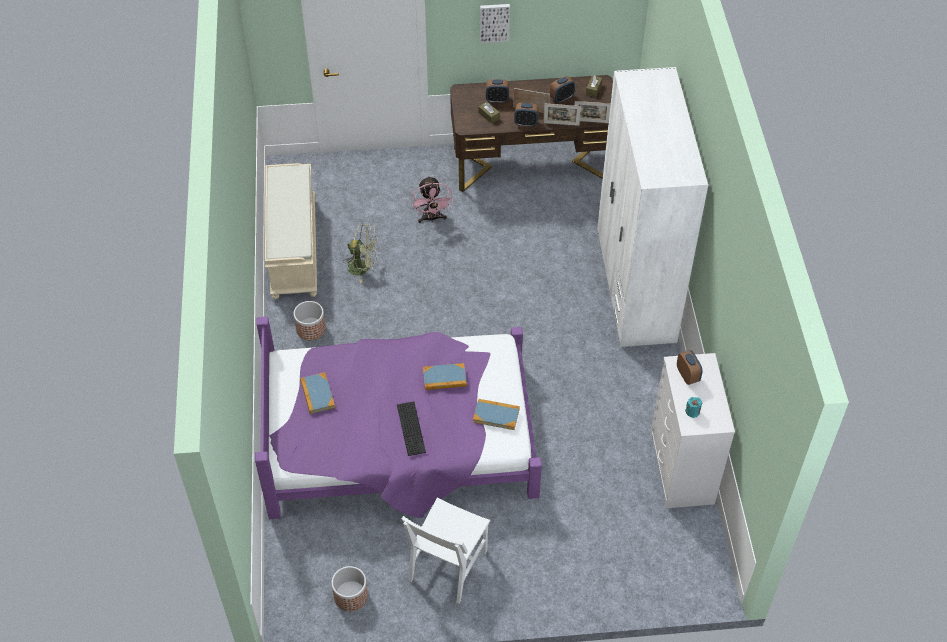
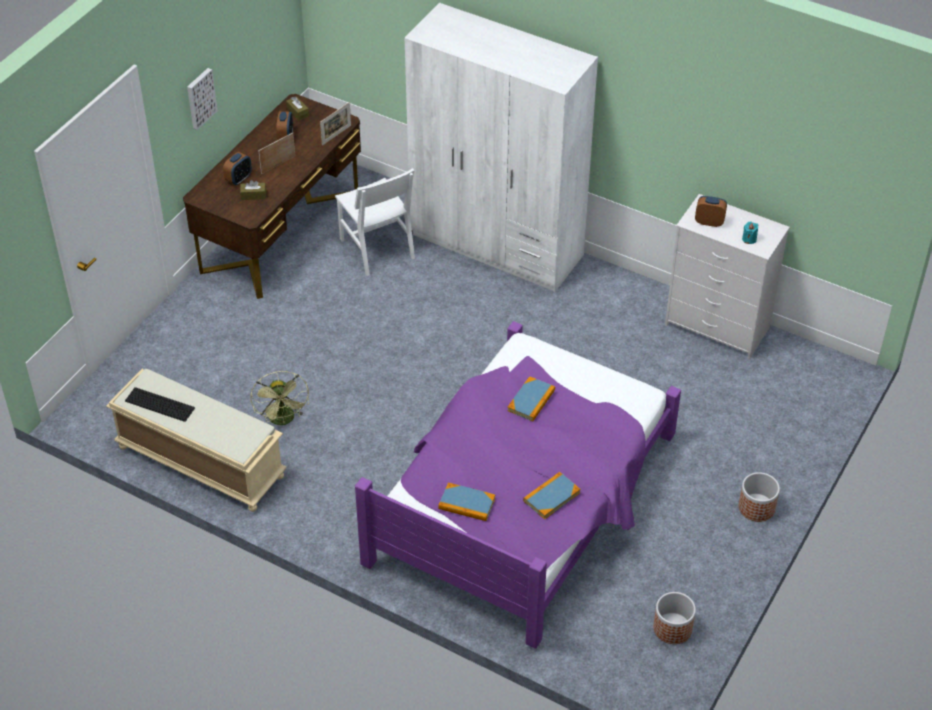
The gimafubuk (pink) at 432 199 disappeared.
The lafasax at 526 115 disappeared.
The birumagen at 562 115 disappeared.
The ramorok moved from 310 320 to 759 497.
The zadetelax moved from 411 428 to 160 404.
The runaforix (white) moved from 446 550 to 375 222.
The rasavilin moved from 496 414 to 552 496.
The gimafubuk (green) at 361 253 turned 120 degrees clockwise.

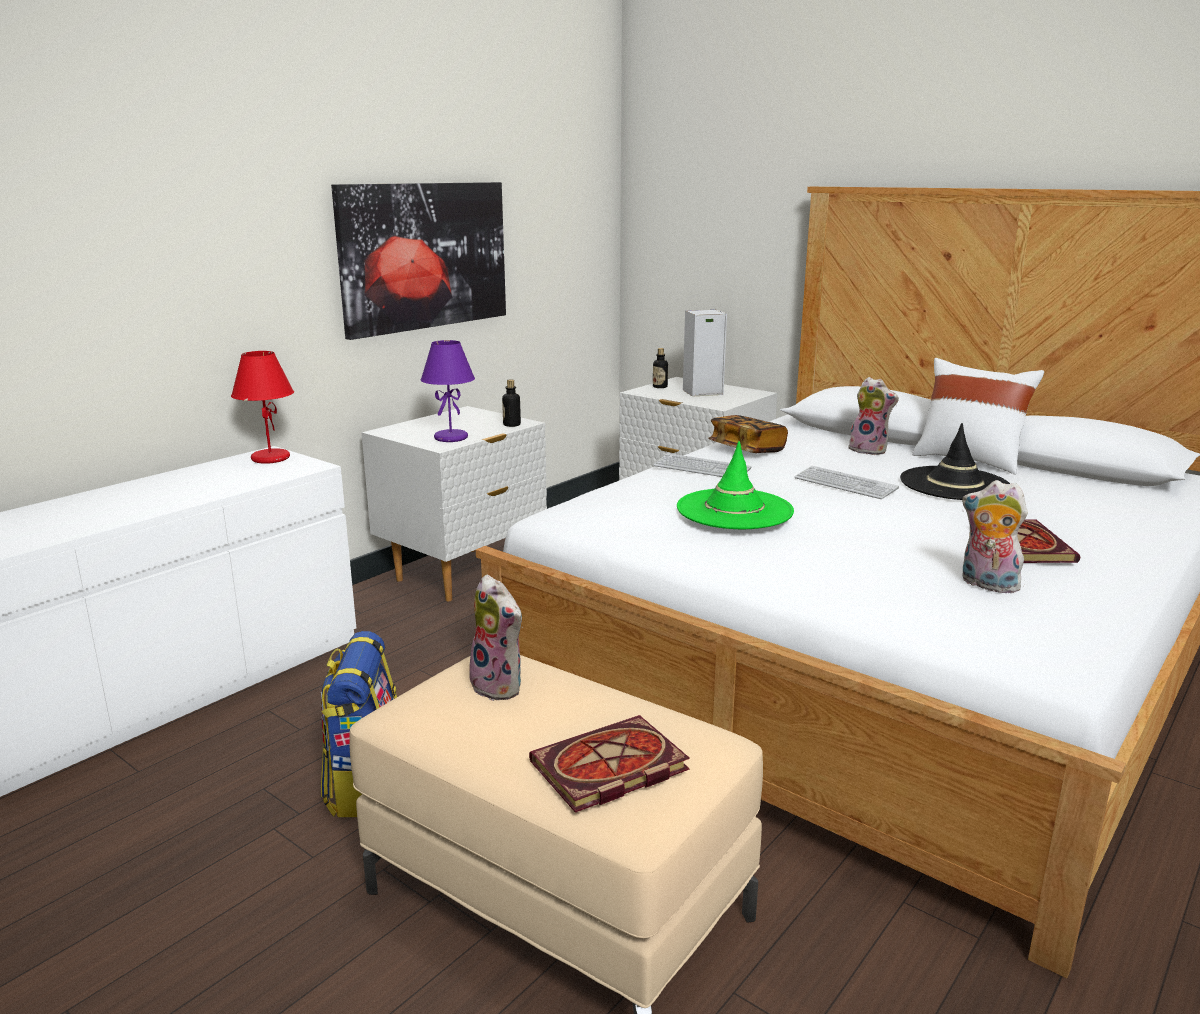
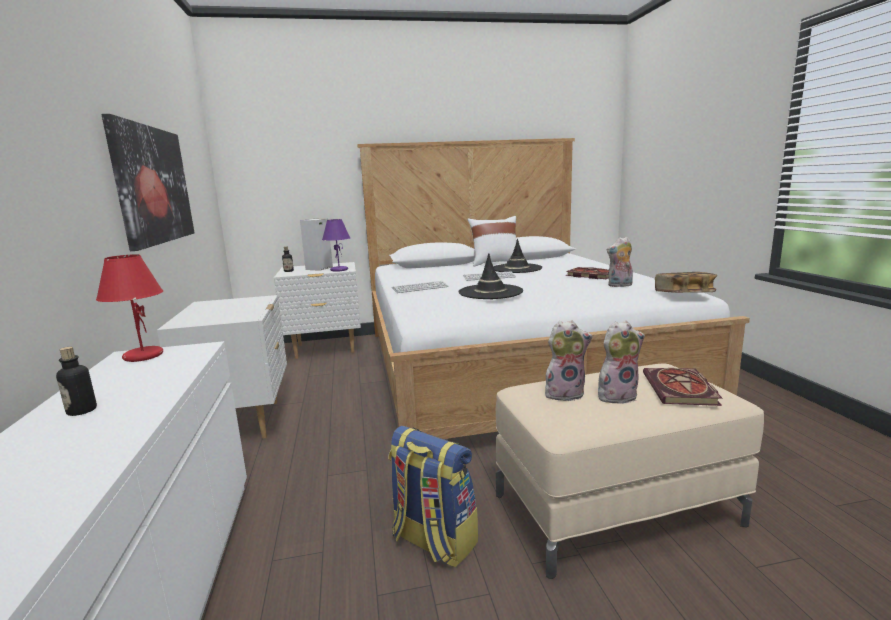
The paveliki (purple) moved from 448 391 to 336 245.
The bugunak moved from 511 403 to 76 381.
The rasavilin moved from 748 434 to 686 282.
The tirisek moved from 873 416 to 621 362.
The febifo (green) at 735 485 became the febifo (black) at 491 276.

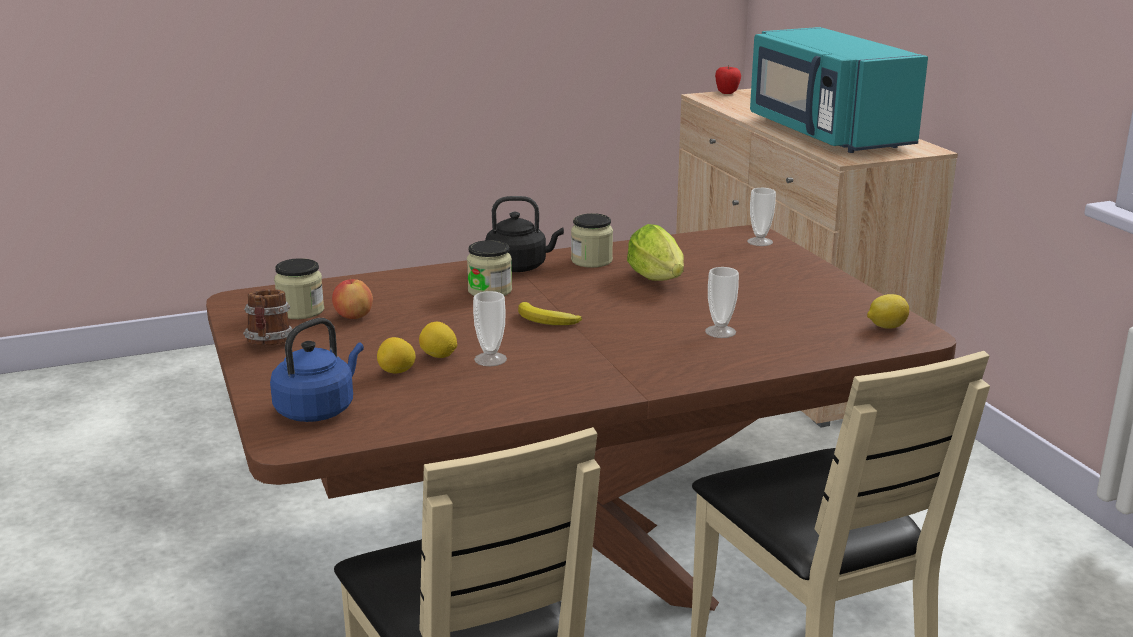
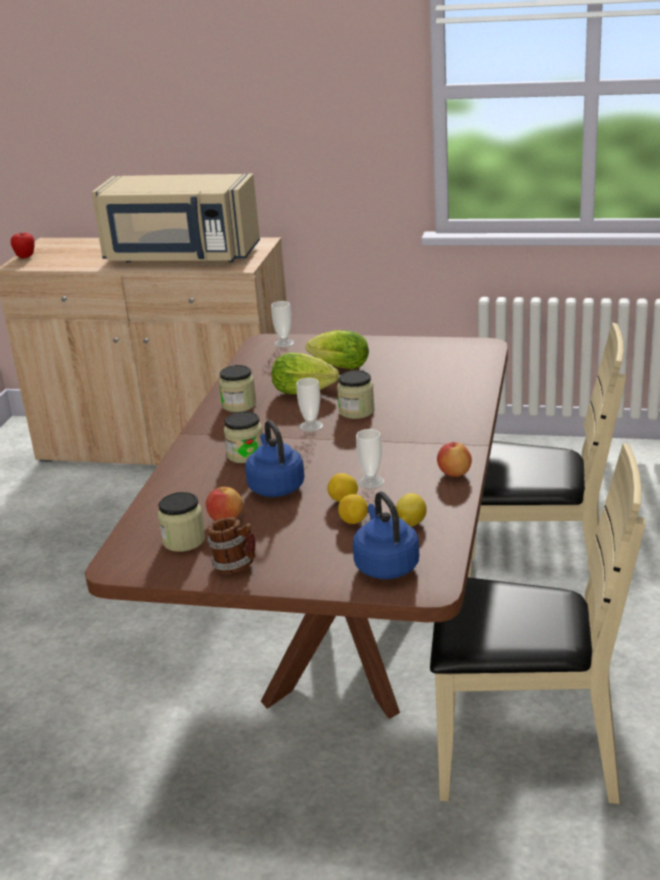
The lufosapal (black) at 524 234 disappeared.
The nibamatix at 550 313 disappeared.
The lufosapal (blue) at 275 458 appeared.
The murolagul at 337 349 appeared.
The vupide at 356 394 appeared.
The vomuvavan at 454 459 appeared.
The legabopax moved from 722 302 to 309 405.
The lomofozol moved from 888 311 to 411 509.
The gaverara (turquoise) at 839 90 became the gaverara (beige) at 175 218.

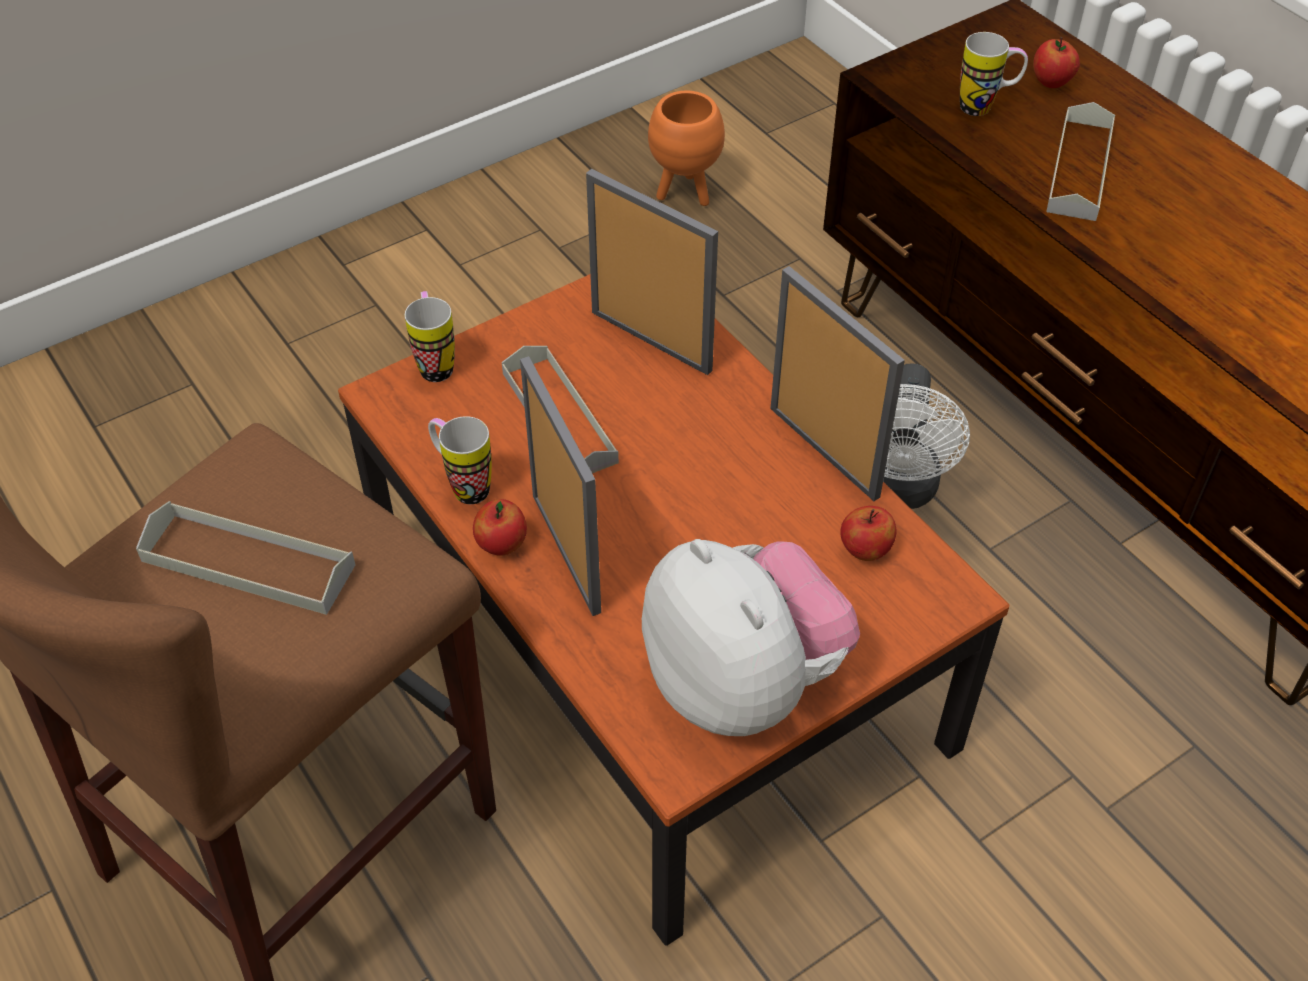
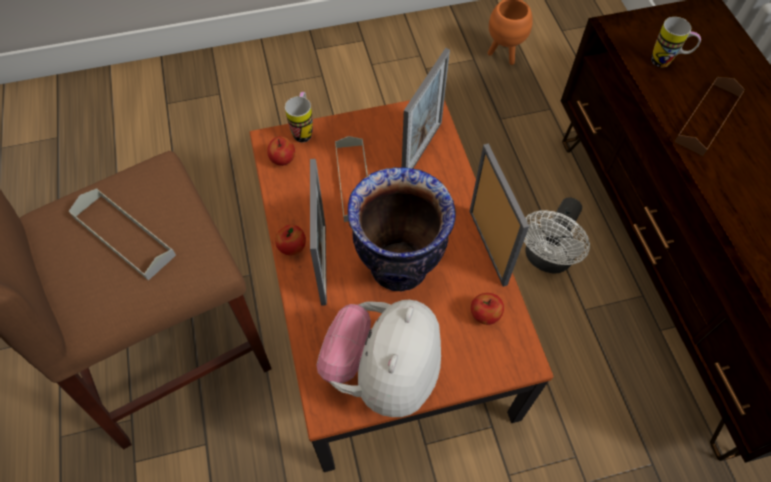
The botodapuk at 460 460 disappeared.
The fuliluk at 402 229 appeared.
The vomuvavan moved from 1056 62 to 281 151.
The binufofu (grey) at 1080 161 became the binufofu (brown) at 709 116.
The birumagen at 652 272 turned 60 degrees clockwise.
The tirisek at 751 637 turned 150 degrees counterclockwise.

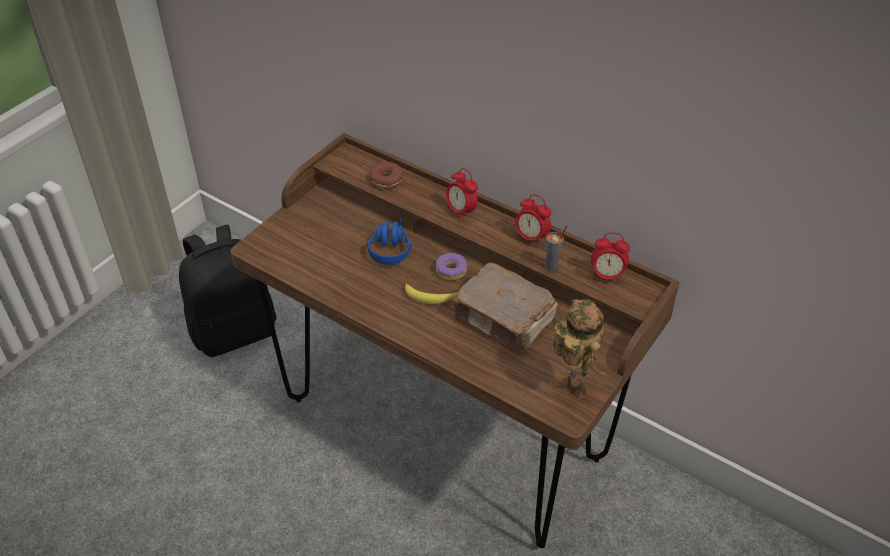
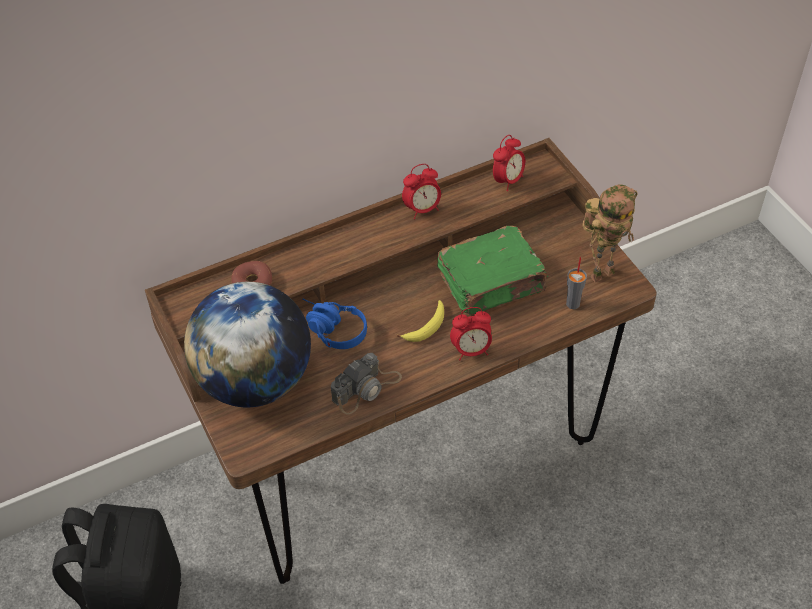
The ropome at 451 267 disappeared.
The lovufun at 247 344 appeared.
The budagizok at 366 384 appeared.
The lafasax moved from 462 194 to 471 333.
The legabopax (grey) moved from 556 248 to 576 283.
The rasavilin (brown) at 504 308 became the rasavilin (green) at 492 270.
The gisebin at 579 349 turned 150 degrees clockwise.

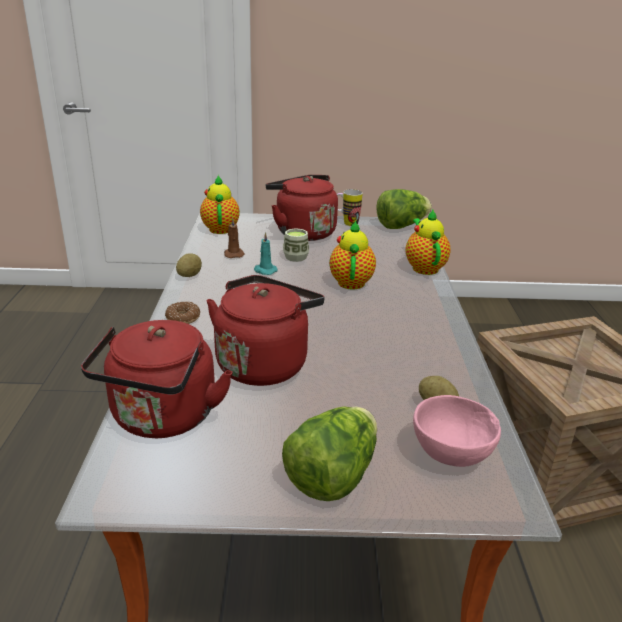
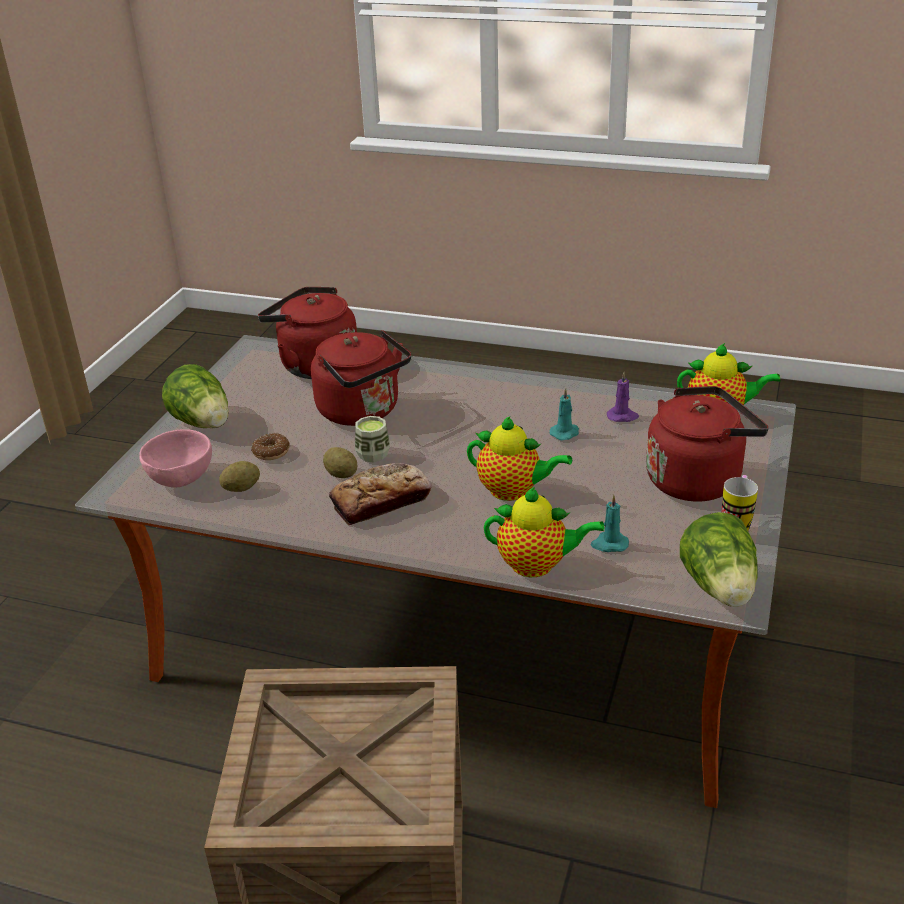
The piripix at 380 494 appeared.
The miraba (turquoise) at 610 523 appeared.
The ropome moved from 182 313 to 270 446.
The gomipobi moved from 189 265 to 340 462.
The legabopax moved from 296 245 to 372 439.
The miraba (brown) at 234 238 became the miraba (purple) at 623 397.

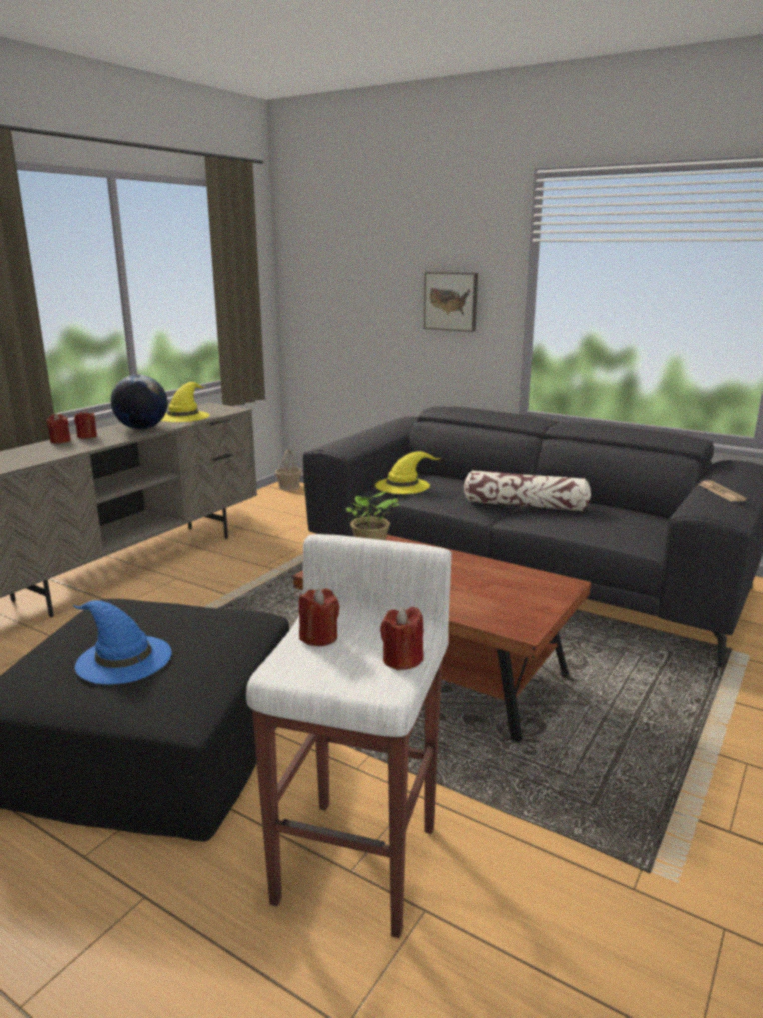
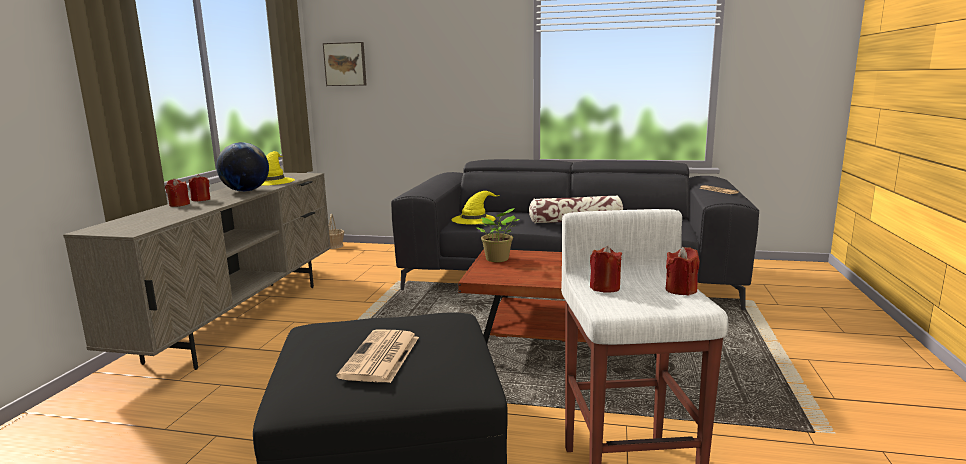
The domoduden moved from 451 302 to 344 64.
The febifo (blue) at 122 642 was replaced by the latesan at 377 356.

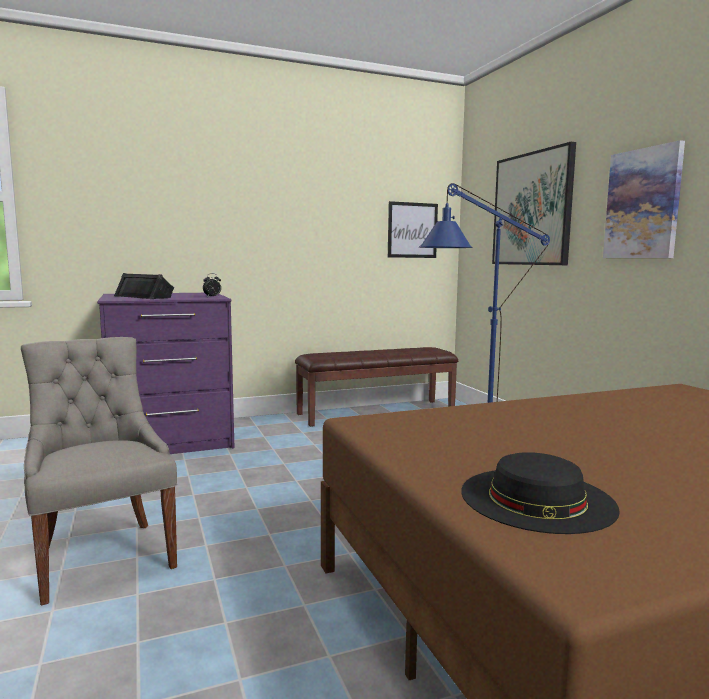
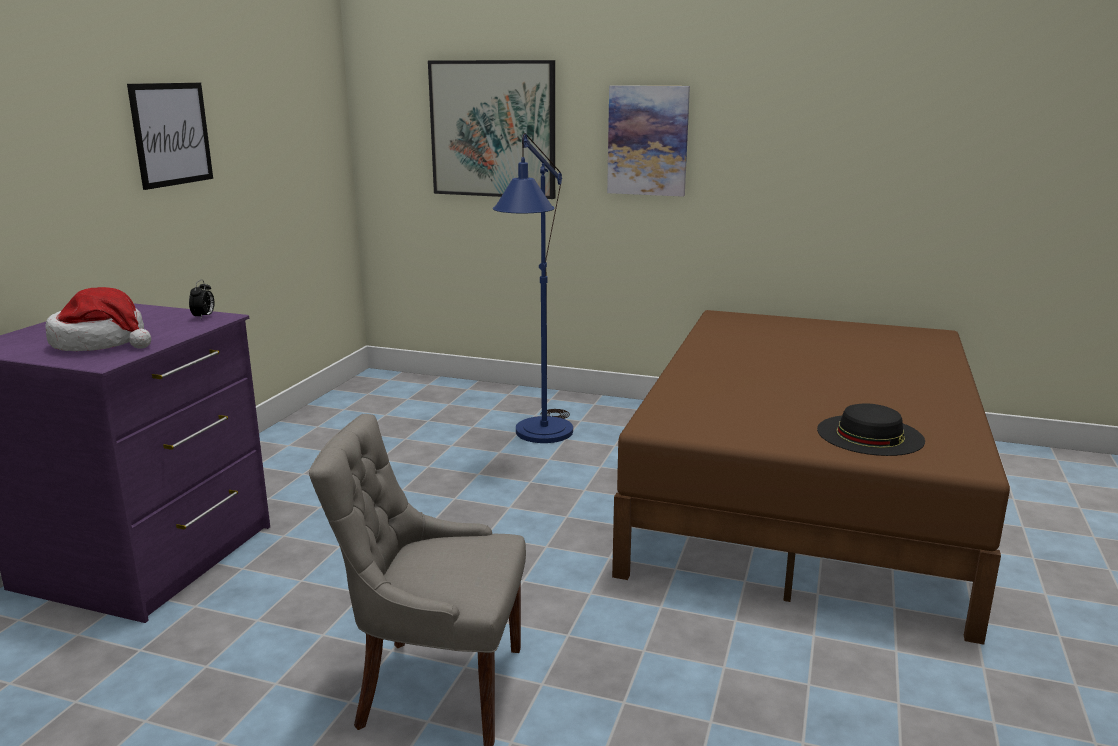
The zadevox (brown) at 376 387 disappeared.
The domoduden moved from 413 229 to 170 136.
The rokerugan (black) at 144 286 was replaced by the febifo at 98 319.

